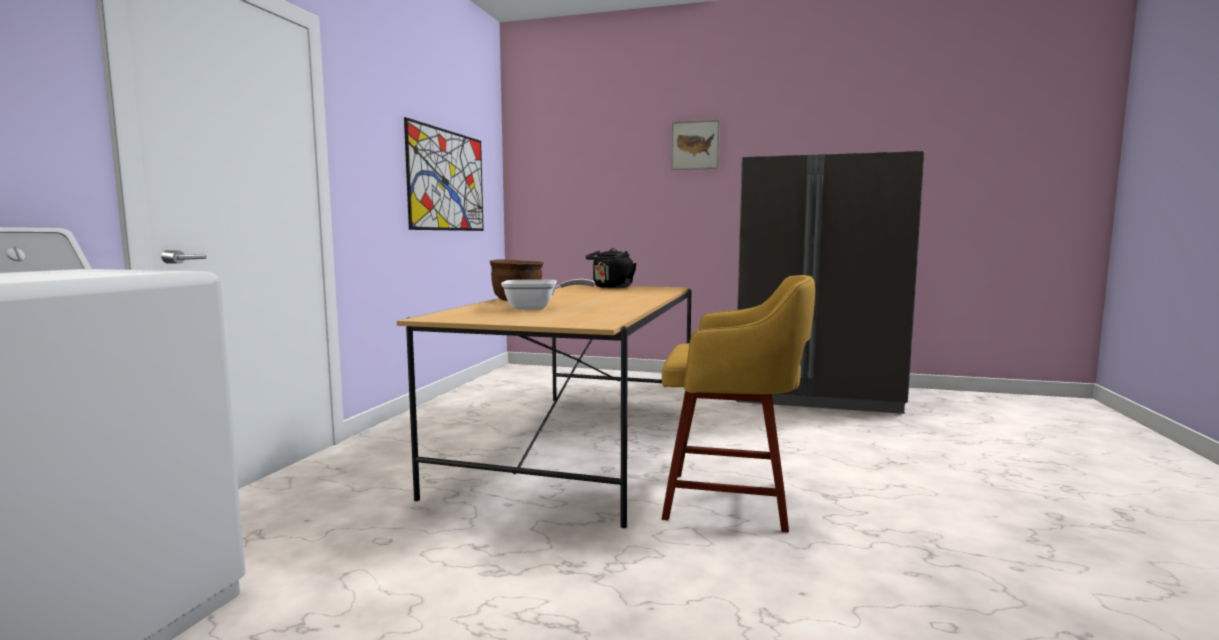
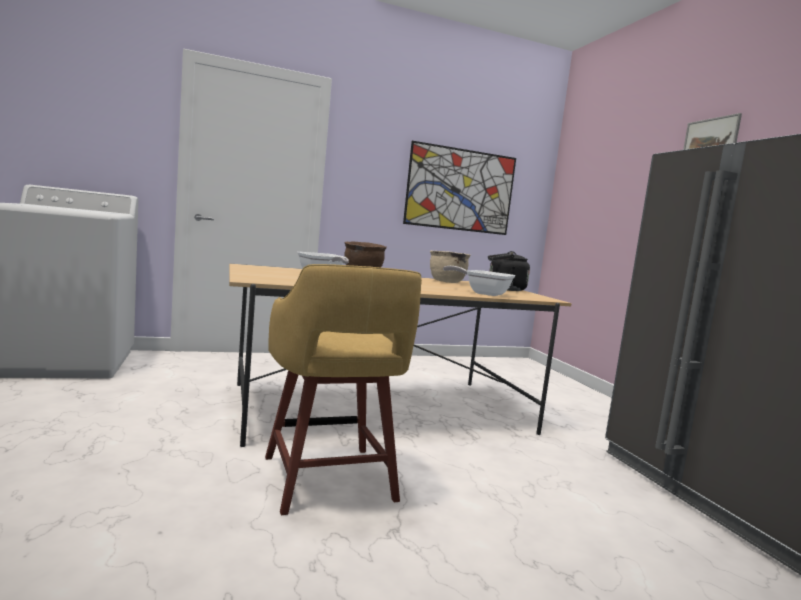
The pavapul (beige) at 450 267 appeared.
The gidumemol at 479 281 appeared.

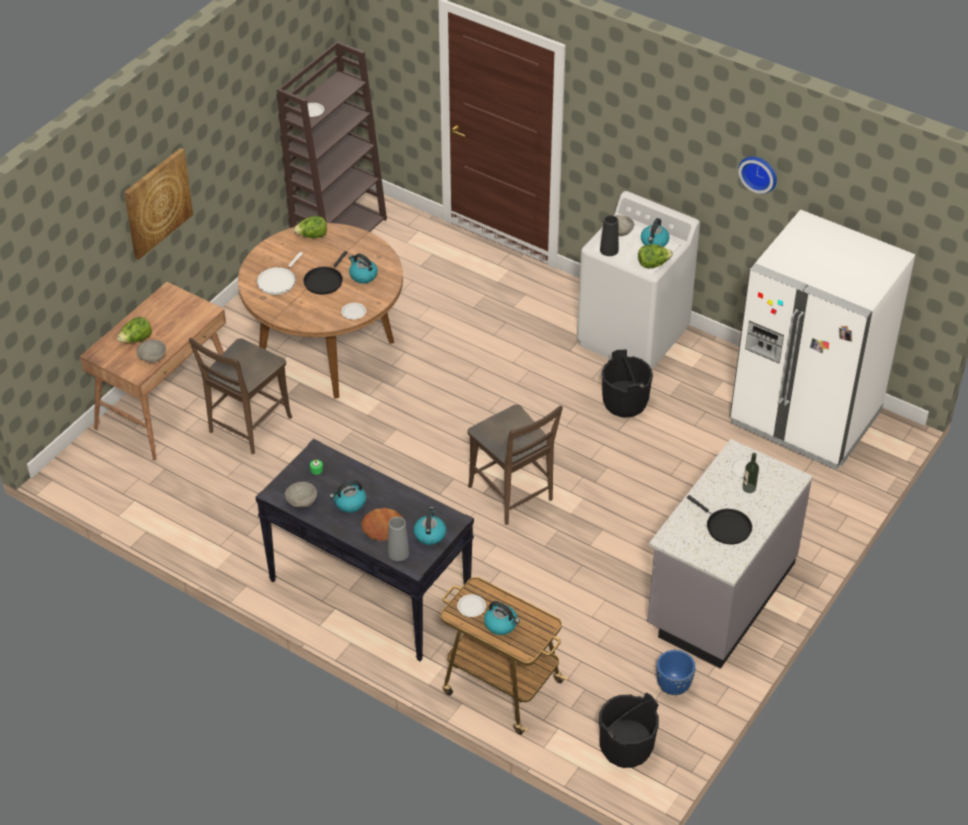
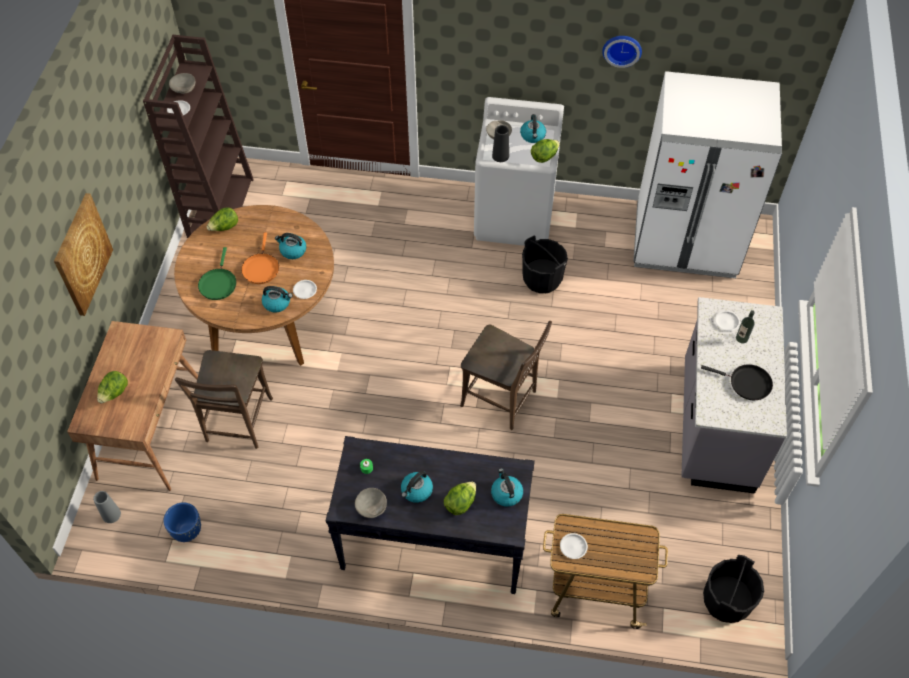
The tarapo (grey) moved from 151 351 to 182 83.
The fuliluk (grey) moved from 398 539 to 107 507.
The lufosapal moved from 502 618 to 277 299.
The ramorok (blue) moved from 675 672 to 182 522.
The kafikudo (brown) at 382 524 was replaced by the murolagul at 460 498.
The gidumemol (white) at 280 273 became the gidumemol (green) at 217 273.
The gidumemol (black) at 325 273 became the gidumemol (orange) at 260 258.

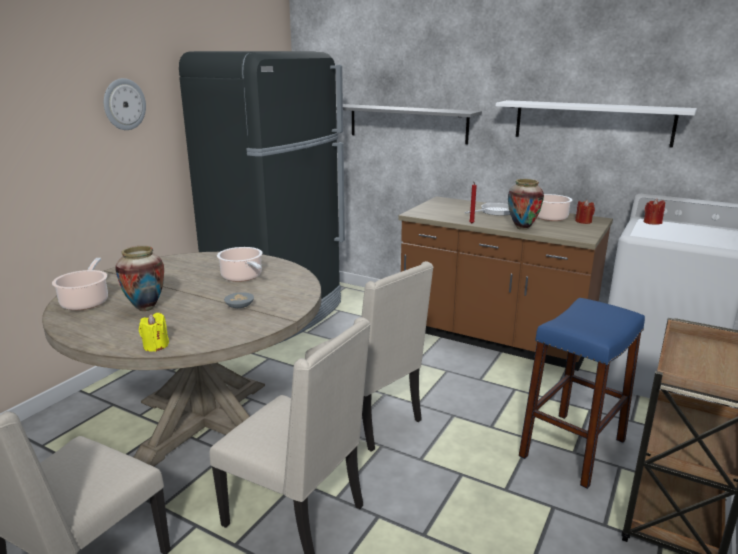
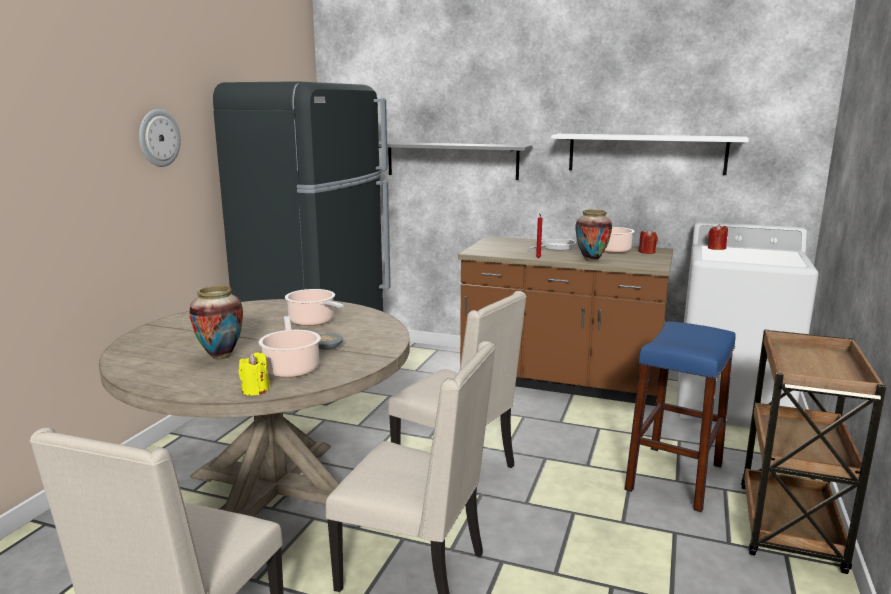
The pavapul moved from 80 284 to 289 347.

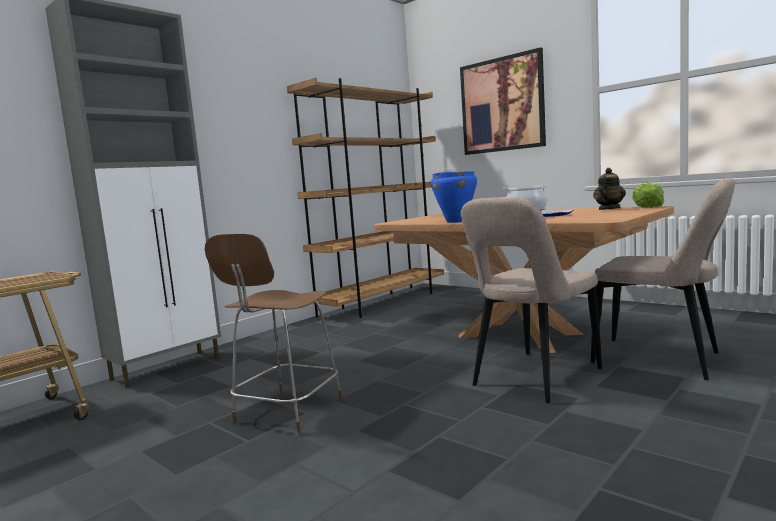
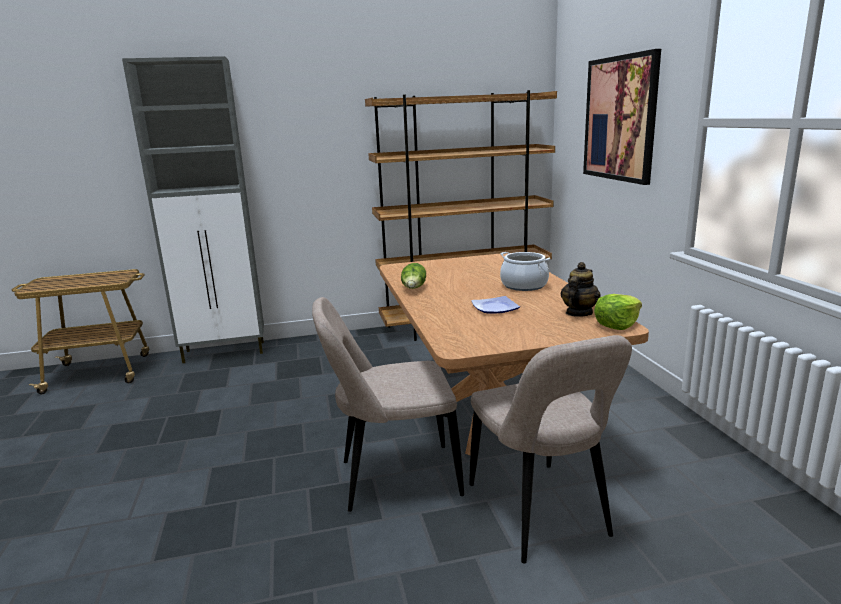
The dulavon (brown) at 274 333 disappeared.
The pavapul (blue) at 454 197 was replaced by the murolagul at 413 276.
The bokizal at 609 189 turned 45 degrees counterclockwise.

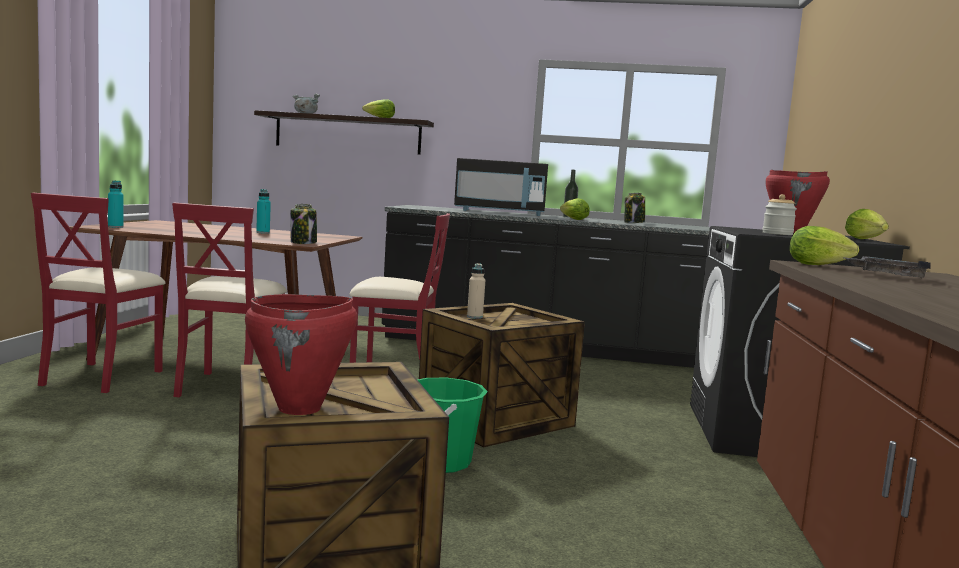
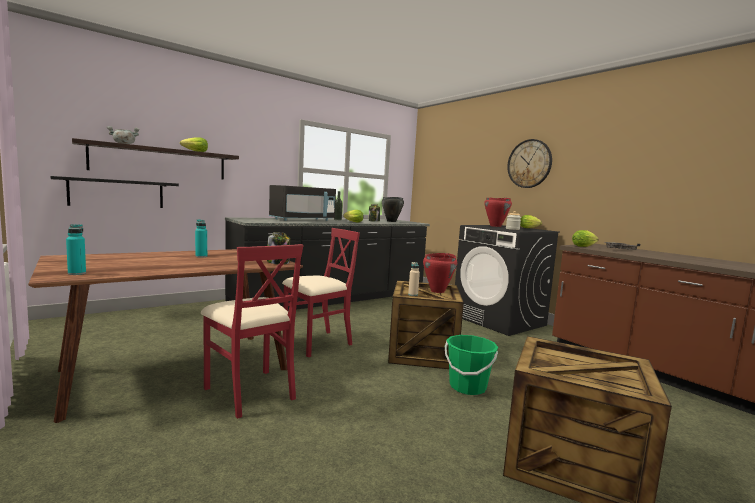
The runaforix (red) at 98 293 disappeared.
The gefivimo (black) at 114 192 appeared.
The pavapul (black) at 393 209 appeared.
The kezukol at 529 163 appeared.
The pavapul (red) moved from 301 354 to 440 273.

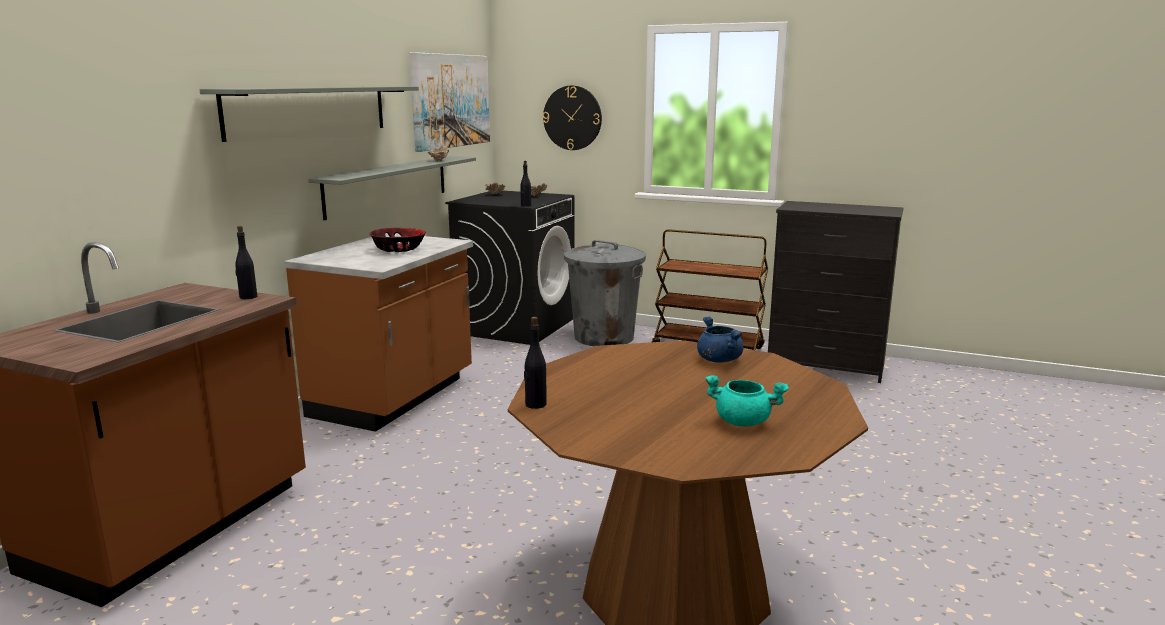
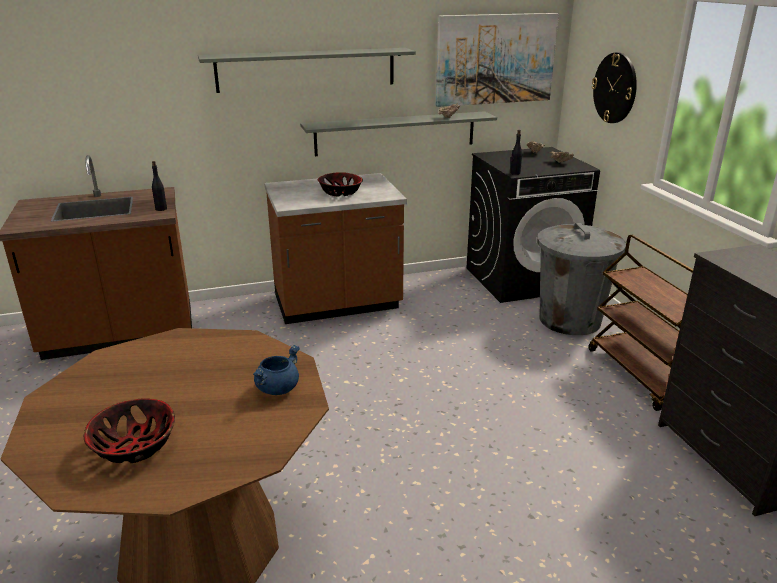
The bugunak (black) at 535 363 disappeared.
The pavapul (turquoise) at 747 400 was replaced by the tarapo at 129 431.

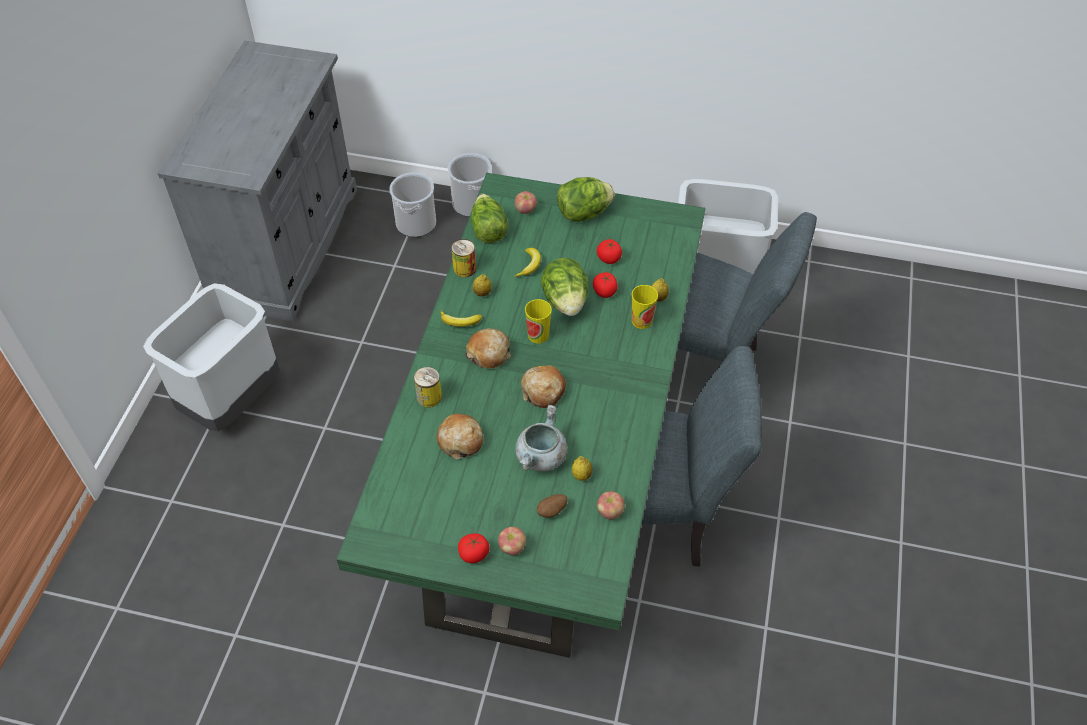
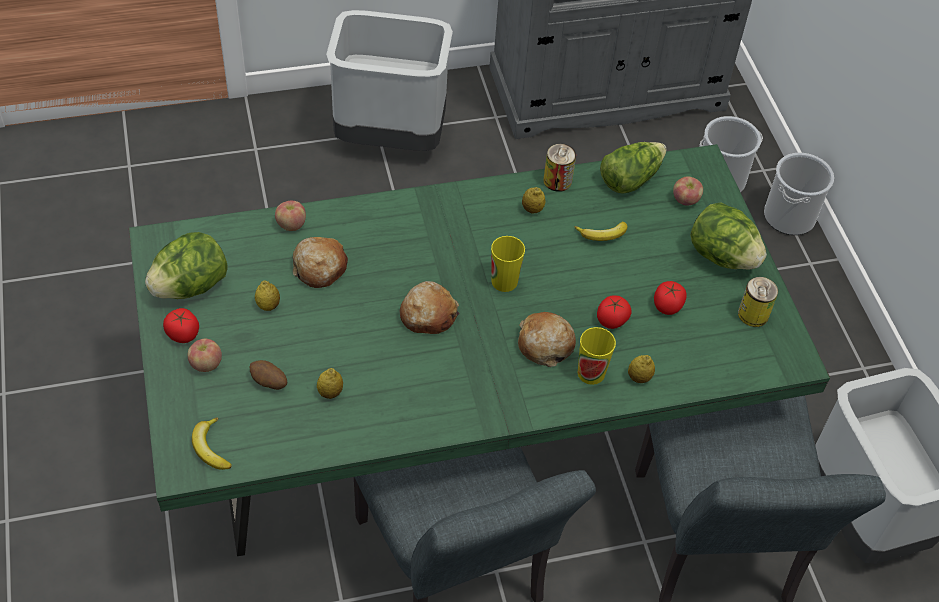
The pavapul (grey) at 541 438 disappeared.
The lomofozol at 267 296 appeared.
The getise moved from 428 387 to 758 302.
The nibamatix moved from 461 319 to 212 443.
The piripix moved from 488 348 to 547 339.
The murolagul moved from 564 287 to 186 265.
The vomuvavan moved from 611 505 to 290 216.

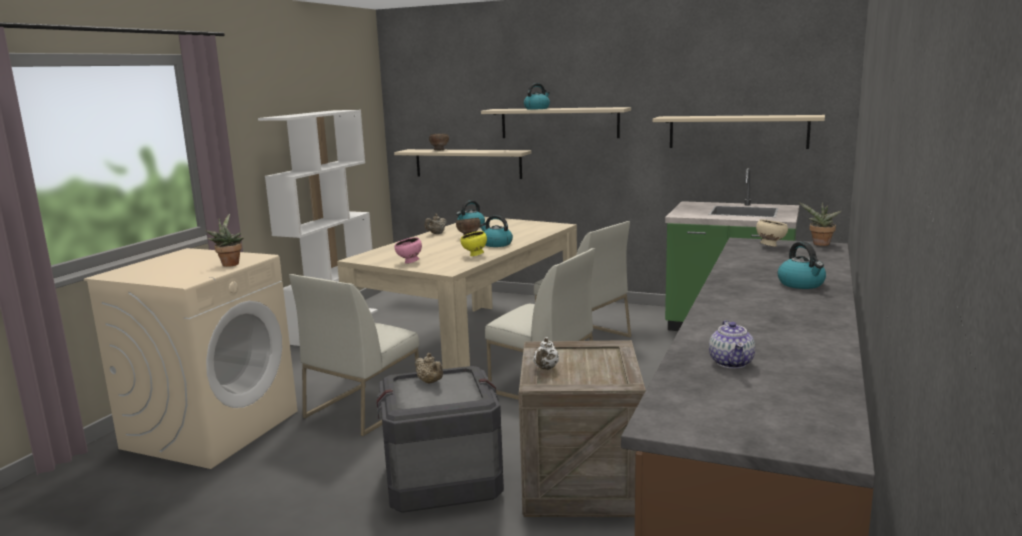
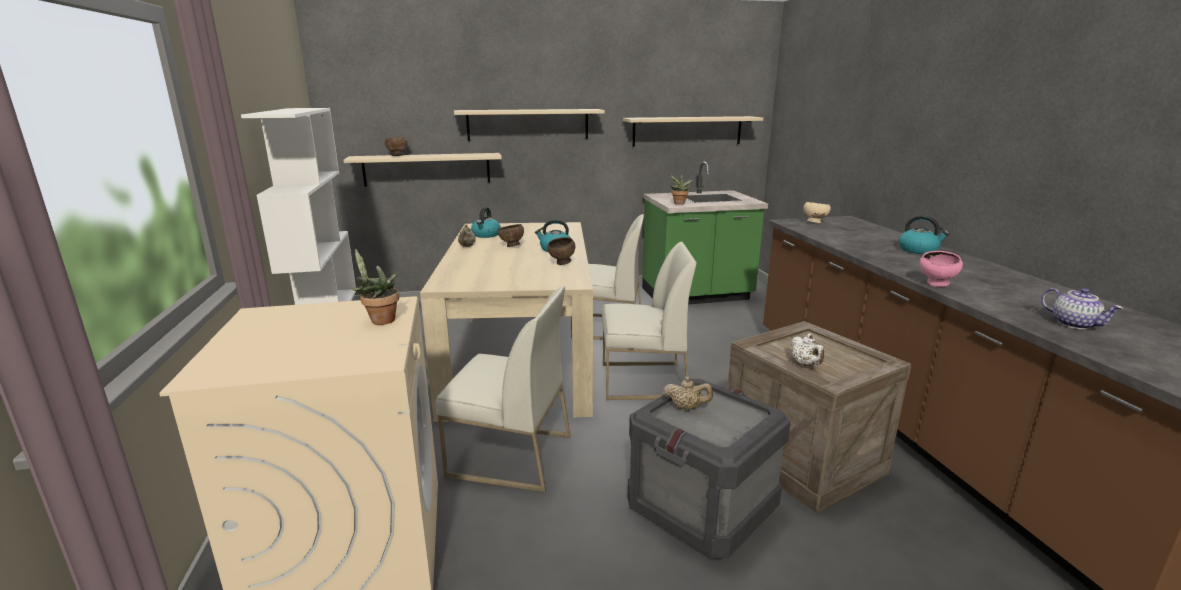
The lufosapal at 537 96 disappeared.
The tarapo (pink) moved from 408 250 to 941 269.
The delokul moved from 820 224 to 681 189.
The tarapo (yellow) at 473 243 became the tarapo (brown) at 561 251.
The runaforix (white) at 354 355 turned 75 degrees counterclockwise.

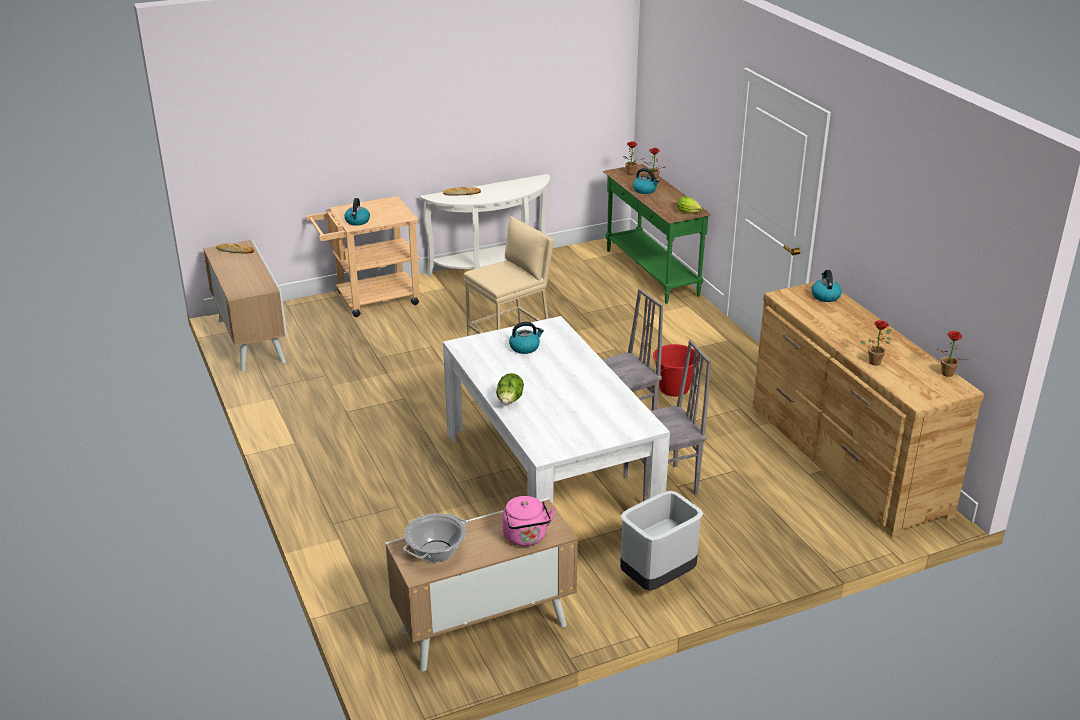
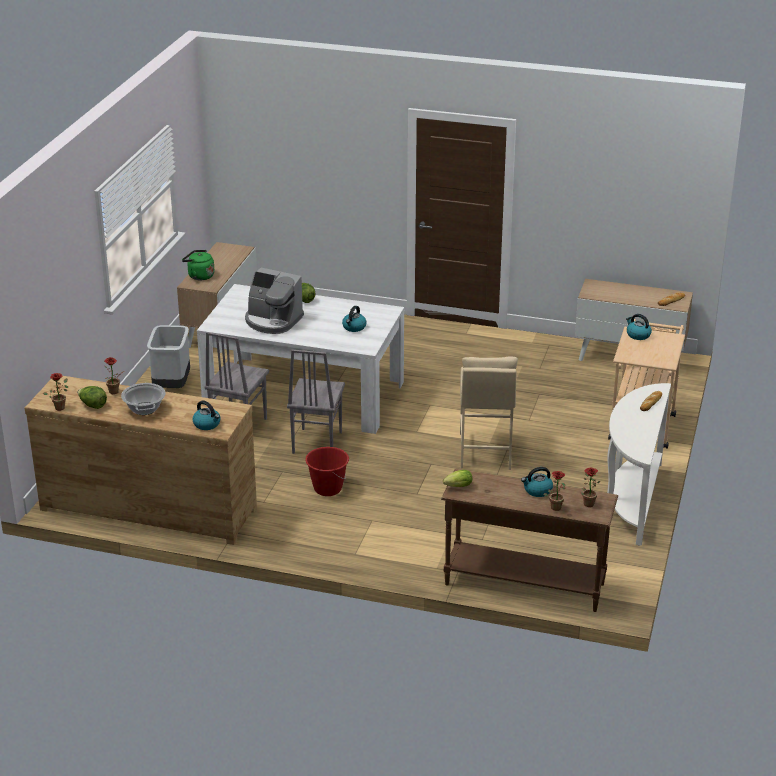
The murolagul at 92 397 appeared.
The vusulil at 274 301 appeared.
The pavapul moved from 435 537 to 143 399.
The lufosapal (pink) at 529 521 became the lufosapal (green) at 198 265.
The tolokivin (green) at 657 234 became the tolokivin (brown) at 529 540.

